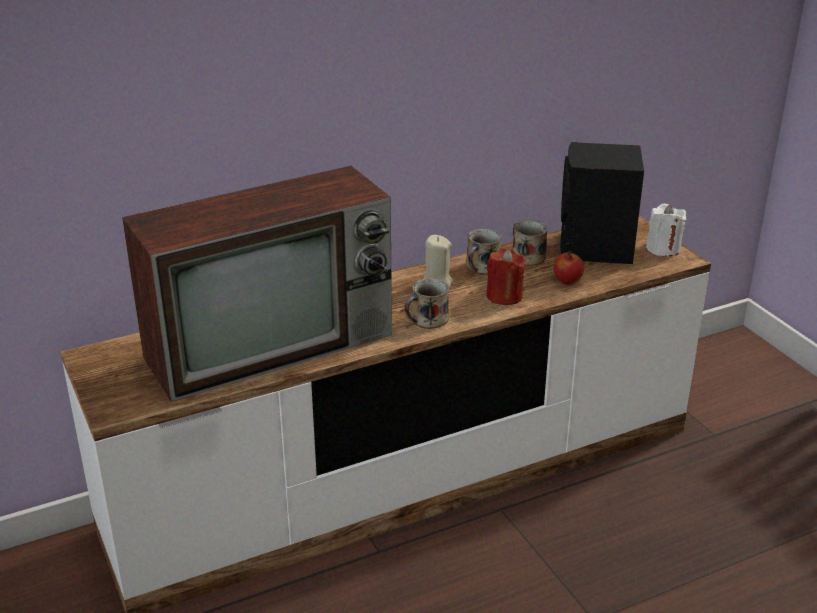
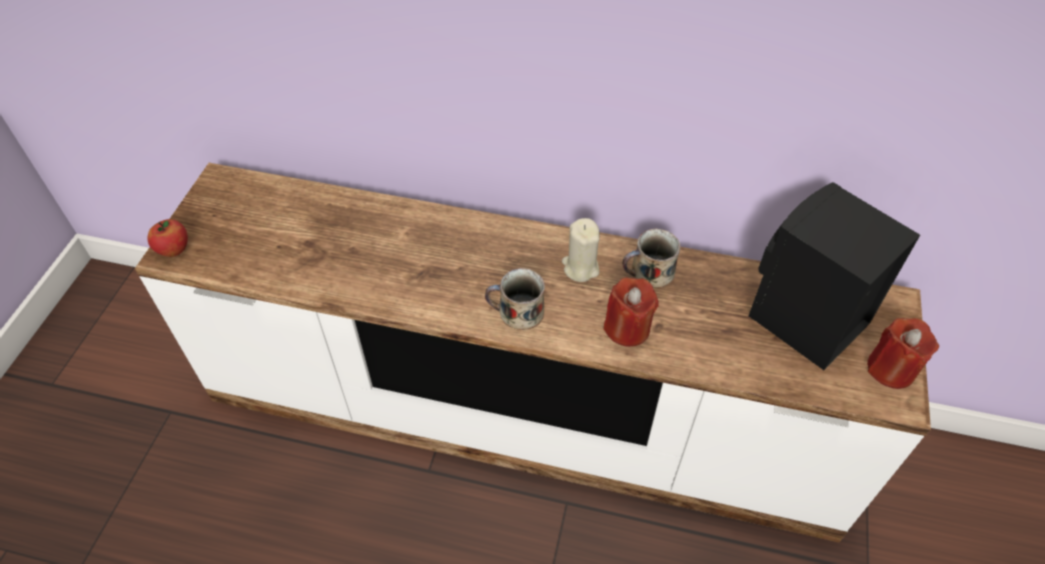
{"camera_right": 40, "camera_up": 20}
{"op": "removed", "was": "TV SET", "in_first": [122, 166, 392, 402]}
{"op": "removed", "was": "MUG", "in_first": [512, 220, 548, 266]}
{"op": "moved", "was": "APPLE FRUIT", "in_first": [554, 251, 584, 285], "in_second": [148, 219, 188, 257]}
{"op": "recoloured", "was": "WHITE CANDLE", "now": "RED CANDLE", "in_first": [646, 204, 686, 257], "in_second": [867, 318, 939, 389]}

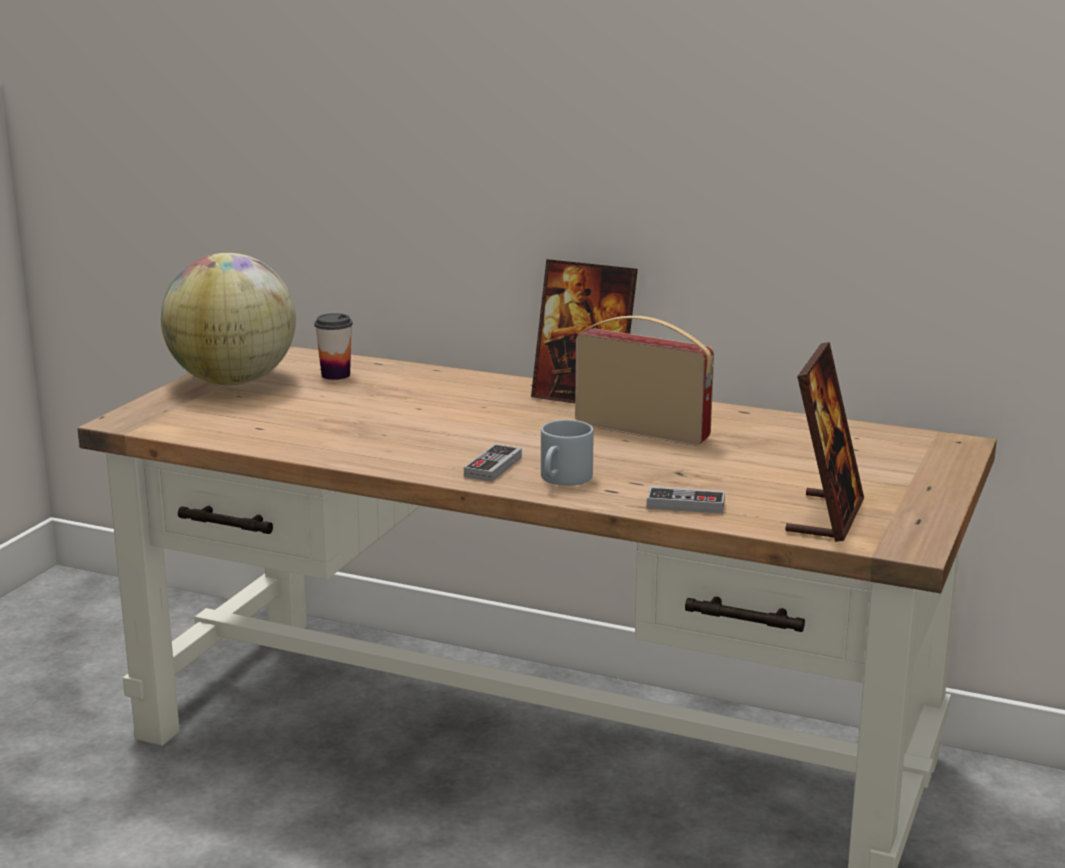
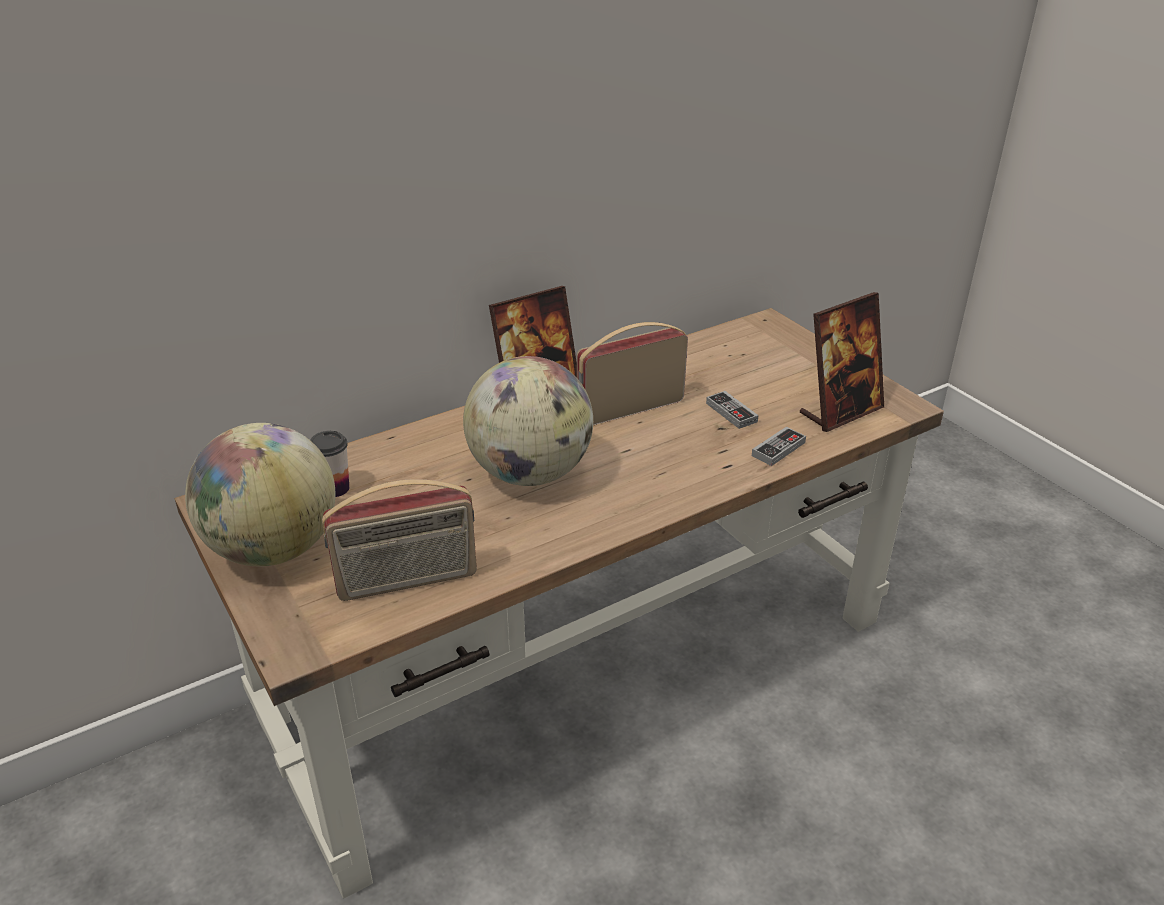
{"camera_right": -55, "camera_up": 15}
{"op": "moved", "was": "GAMEPAD", "in_first": [464, 444, 522, 482], "in_second": [706, 391, 759, 429]}
{"op": "removed", "was": "GREY MUG", "in_first": [541, 420, 594, 486]}
{"op": "turned", "was": "PHOTO FRAME", "in_first": [786, 342, 864, 542], "in_second": [800, 292, 884, 432], "clockwise": 90}
{"op": "added", "now": "RADIO RECEIVER", "in_second": [322, 479, 477, 601]}
{"op": "added", "now": "WORLD GLOBE", "in_second": [463, 356, 593, 486]}

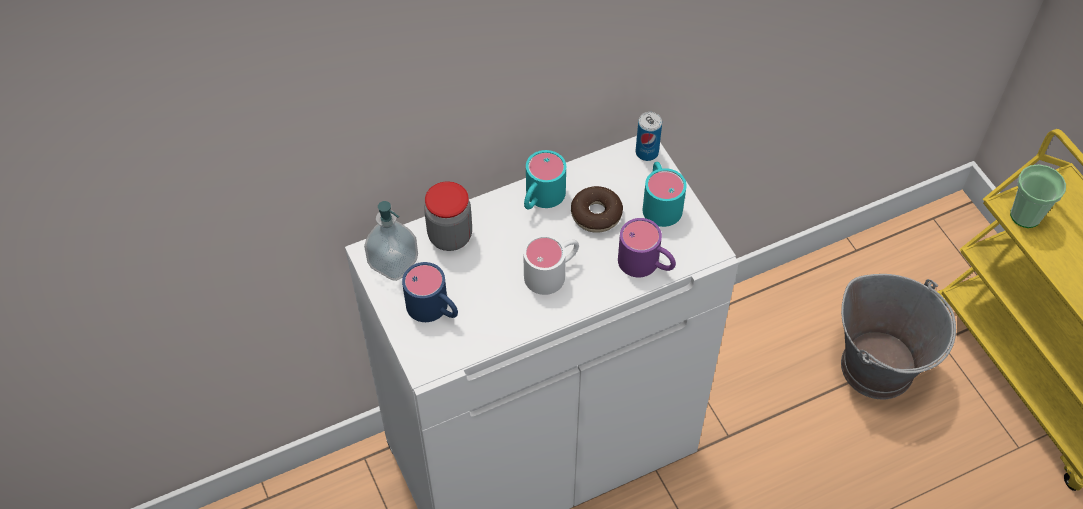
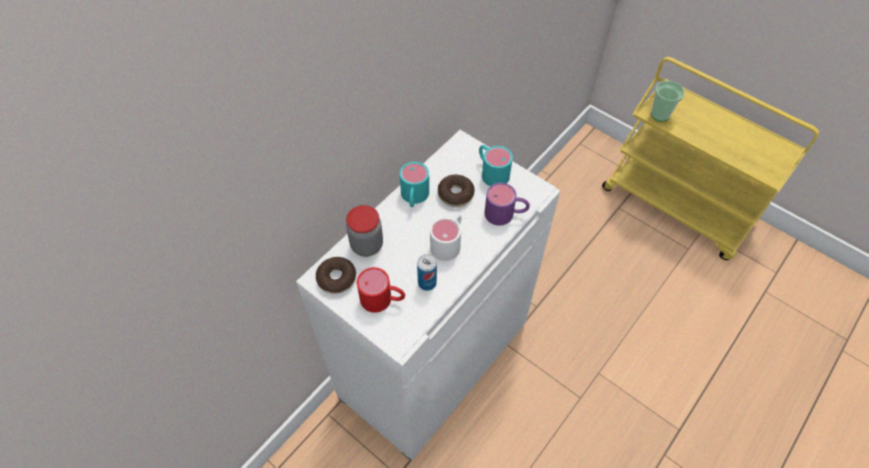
{"camera_right": -25, "camera_up": 0}
{"op": "replaced", "was": "SOAP DISPENSER", "now": "RING DOUGHNUT", "in_first": [364, 201, 418, 281], "in_second": [316, 257, 356, 294]}
{"op": "recoloured", "was": "BLUISH MUG", "now": "RED MUG", "in_first": [402, 262, 458, 322], "in_second": [357, 267, 405, 313]}
{"op": "moved", "was": "METAL CAN", "in_first": [636, 112, 662, 161], "in_second": [417, 254, 437, 291]}
{"op": "removed", "was": "GREY WATER BUCKET", "in_first": [841, 274, 956, 400]}

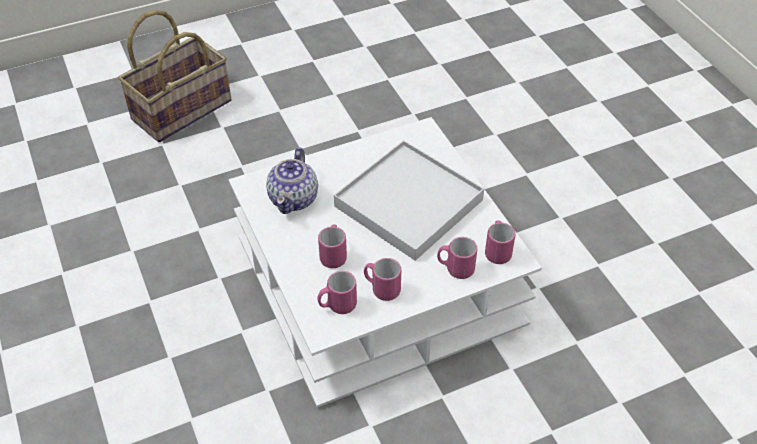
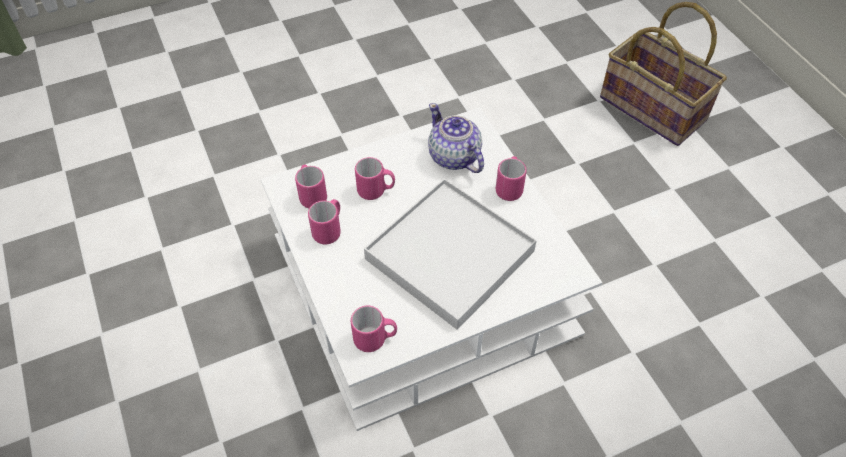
{"camera_right": 90, "camera_up": 5}
{"op": "turned", "was": "TEA POT", "in_first": [266, 147, 318, 214], "in_second": [428, 103, 484, 173], "clockwise": 45}
{"op": "moved", "was": "PINKISH MUG", "in_first": [437, 237, 477, 279], "in_second": [496, 156, 527, 201]}

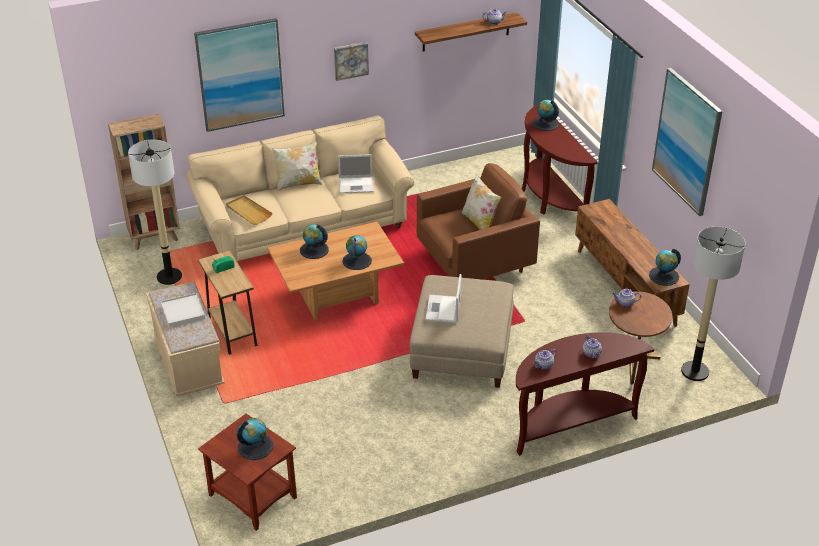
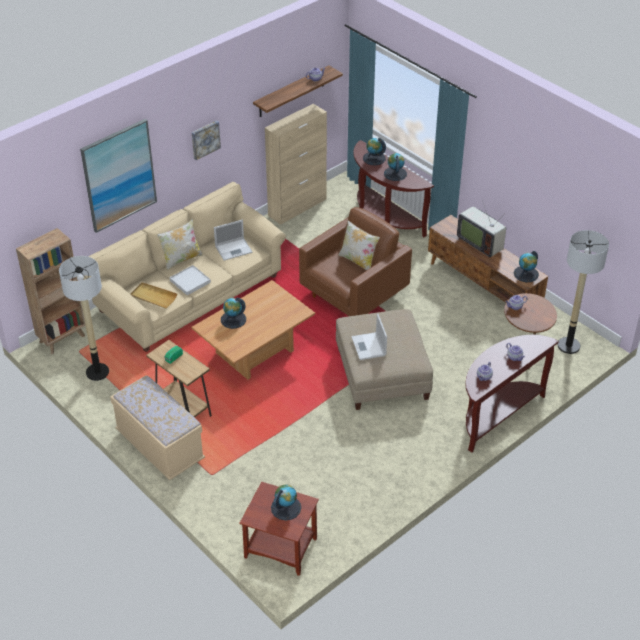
{"camera_right": -20, "camera_up": 5}
{"op": "moved", "was": "WHITE TRAY", "in_first": [161, 293, 205, 328], "in_second": [169, 265, 211, 295]}
{"op": "moved", "was": "WORLD GLOBE", "in_first": [342, 235, 372, 270], "in_second": [384, 153, 407, 181]}
{"op": "removed", "was": "WALL PICTURE", "in_first": [652, 68, 722, 216]}
{"op": "added", "now": "BEIGE CUPBOARD", "in_second": [265, 104, 327, 225]}
{"op": "added", "now": "TV SET", "in_second": [457, 203, 506, 258]}

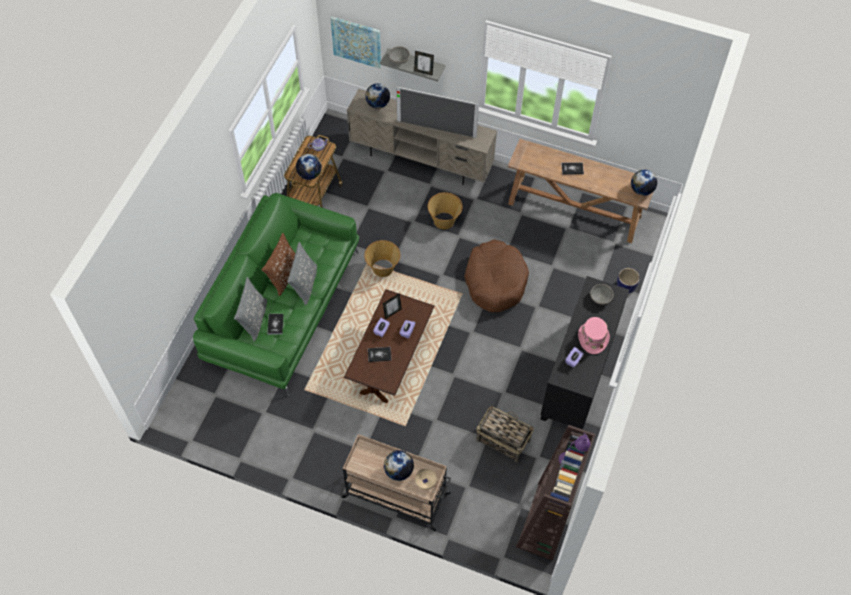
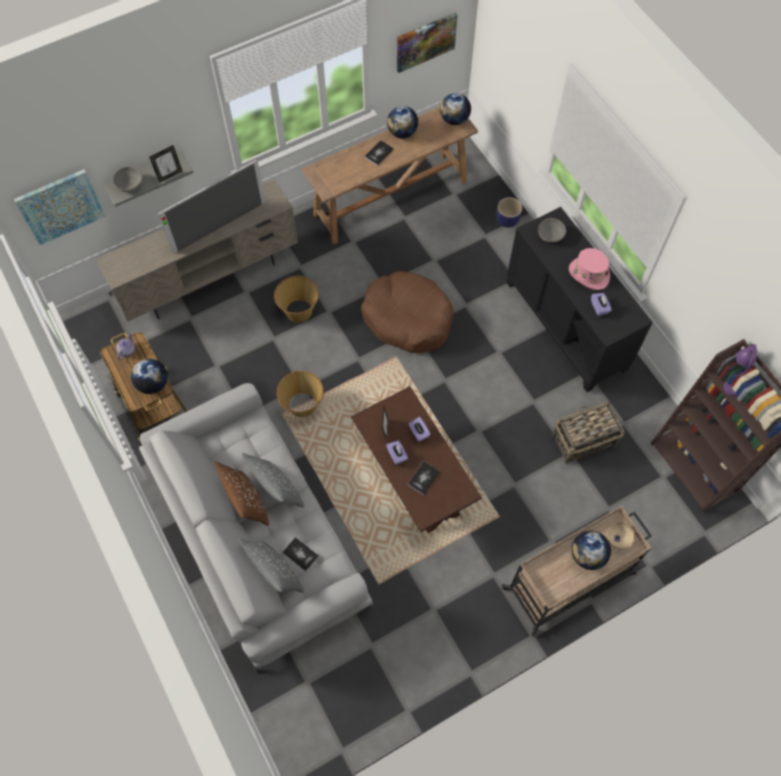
{"camera_right": -50, "camera_up": 5}
{"op": "recoloured", "was": "GREENISH SETTEE", "now": "GREY SETTEE", "in_first": [193, 193, 359, 397], "in_second": [139, 383, 373, 672]}
{"op": "moved", "was": "WORLD GLOBE", "in_first": [365, 83, 390, 109], "in_second": [387, 106, 418, 139]}
{"op": "added", "now": "WALL PICTURE", "in_second": [397, 13, 457, 73]}

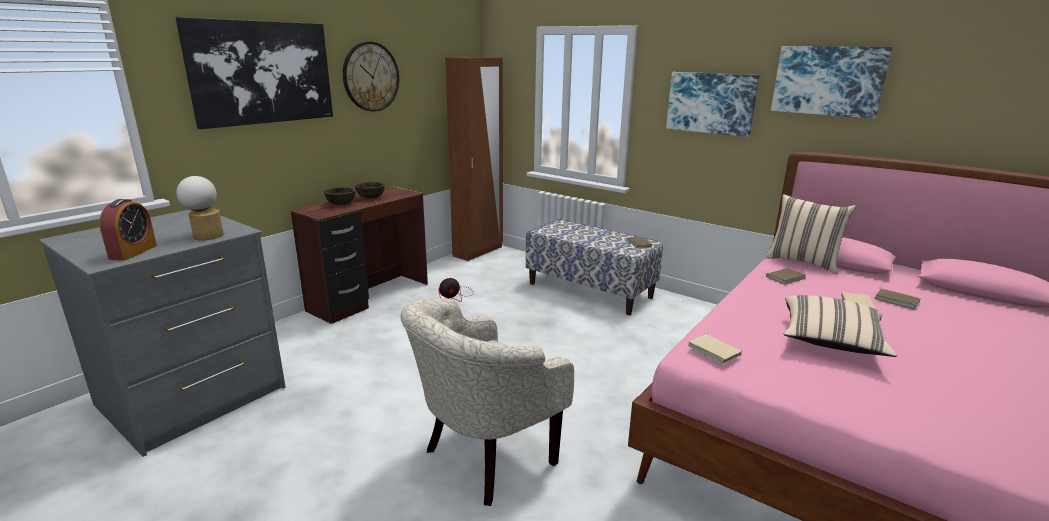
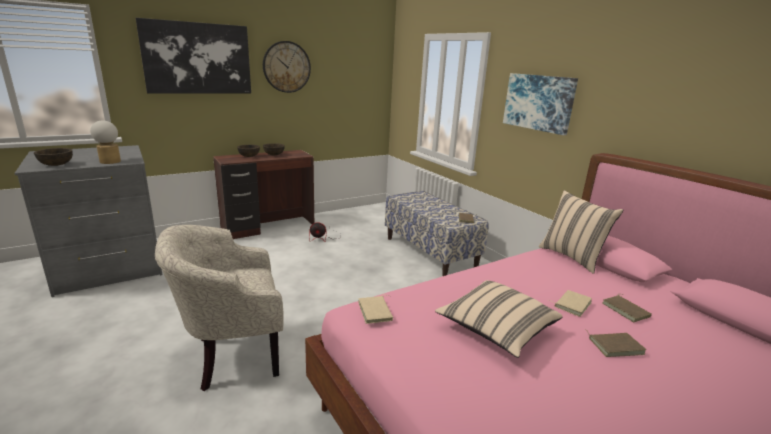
{"camera_right": 20, "camera_up": 0}
{"op": "replaced", "was": "TABLE CLOCK", "now": "BROWN-COLOURED BOWL", "in_first": [99, 199, 157, 260], "in_second": [34, 148, 73, 166]}
{"op": "removed", "was": "BROWN-COLOURED WARDROBE", "in_first": [445, 57, 503, 261]}
{"op": "moved", "was": "BROWN-COLOURED BOOK", "in_first": [760, 268, 806, 284], "in_second": [586, 330, 646, 357]}
{"op": "removed", "was": "WALL PICTURE", "in_first": [771, 46, 893, 118]}

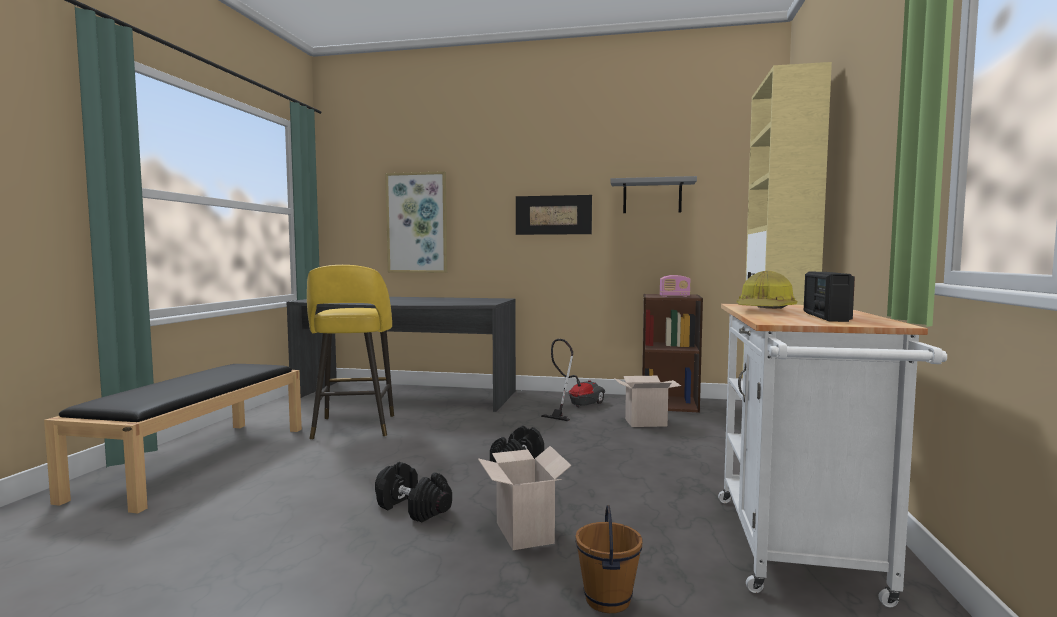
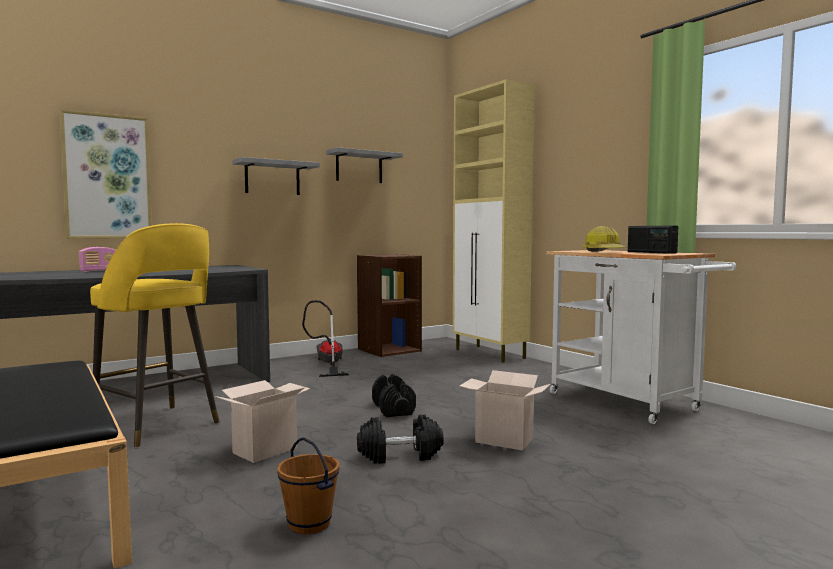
{"camera_right": -45, "camera_up": 0}
{"op": "replaced", "was": "WALL PICTURE", "now": "GREY WALL SHELF", "in_first": [516, 195, 592, 235], "in_second": [232, 157, 320, 195]}
{"op": "moved", "was": "BROWN-COLOURED WATER BUCKET", "in_first": [575, 505, 642, 613], "in_second": [277, 437, 340, 535]}
{"op": "moved", "was": "CARTON", "in_first": [614, 376, 681, 427], "in_second": [215, 380, 310, 463]}
{"op": "moved", "was": "RADIO RECEIVER", "in_first": [660, 275, 690, 297], "in_second": [79, 247, 116, 272]}

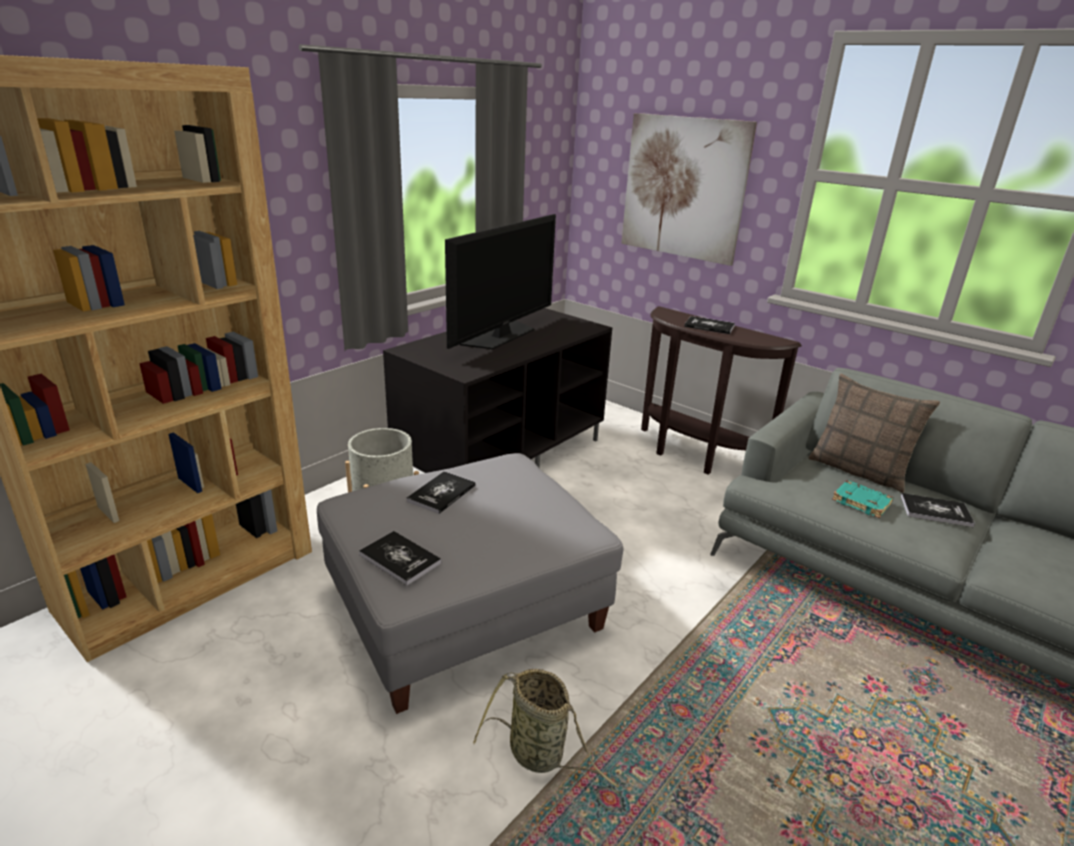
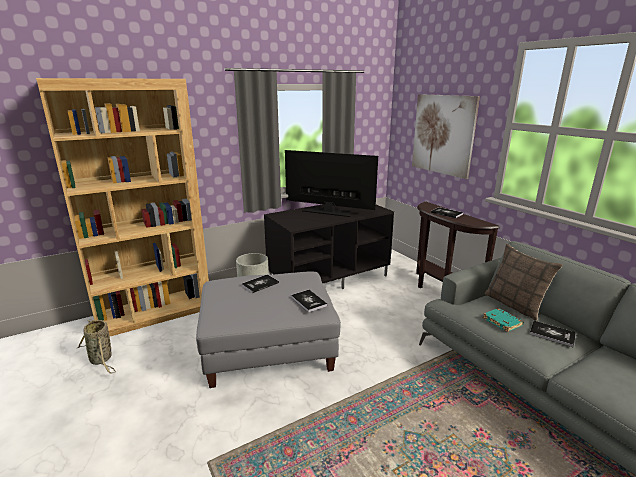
{"camera_right": 20, "camera_up": -5}
{"op": "moved", "was": "BOOK", "in_first": [359, 531, 442, 586], "in_second": [291, 290, 327, 312]}
{"op": "turned", "was": "TV SET", "in_first": [445, 214, 556, 349], "in_second": [285, 150, 378, 217], "clockwise": -120}
{"op": "moved", "was": "STORAGE BASKET", "in_first": [473, 669, 619, 788], "in_second": [78, 319, 115, 373]}

